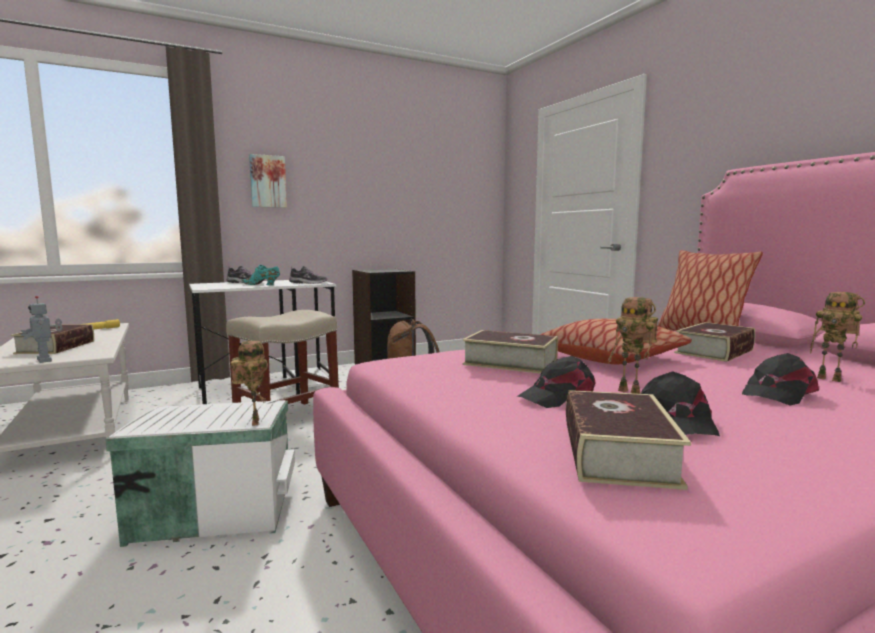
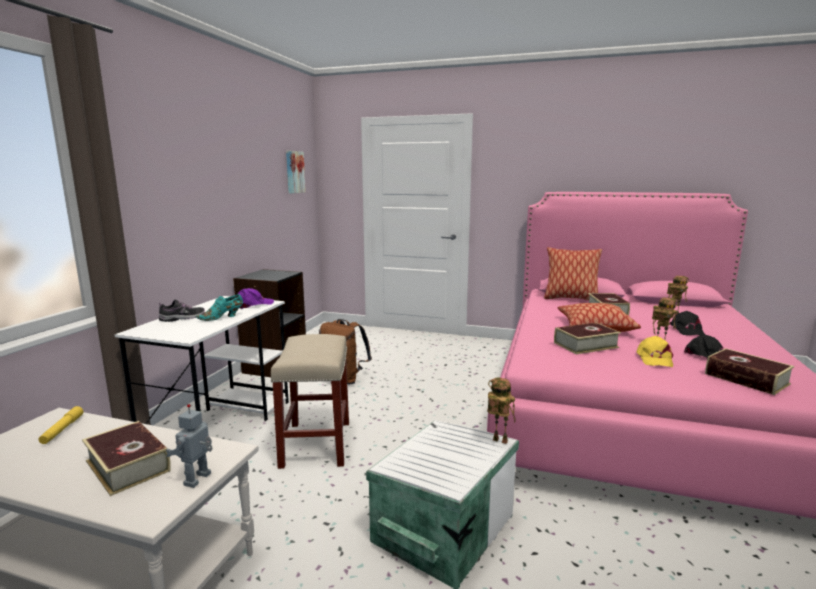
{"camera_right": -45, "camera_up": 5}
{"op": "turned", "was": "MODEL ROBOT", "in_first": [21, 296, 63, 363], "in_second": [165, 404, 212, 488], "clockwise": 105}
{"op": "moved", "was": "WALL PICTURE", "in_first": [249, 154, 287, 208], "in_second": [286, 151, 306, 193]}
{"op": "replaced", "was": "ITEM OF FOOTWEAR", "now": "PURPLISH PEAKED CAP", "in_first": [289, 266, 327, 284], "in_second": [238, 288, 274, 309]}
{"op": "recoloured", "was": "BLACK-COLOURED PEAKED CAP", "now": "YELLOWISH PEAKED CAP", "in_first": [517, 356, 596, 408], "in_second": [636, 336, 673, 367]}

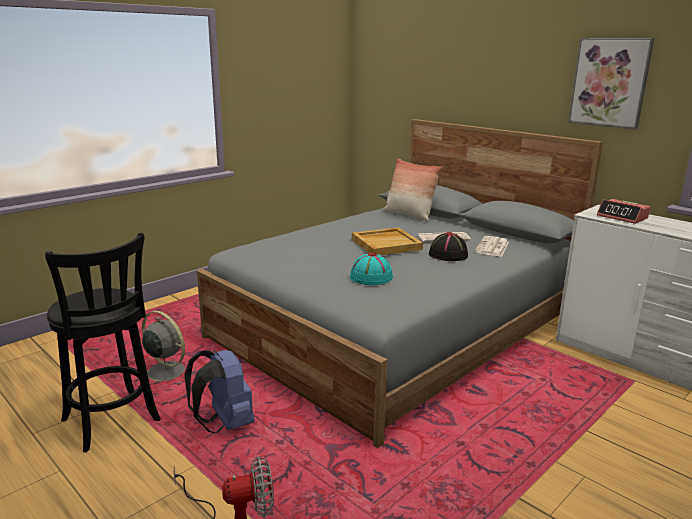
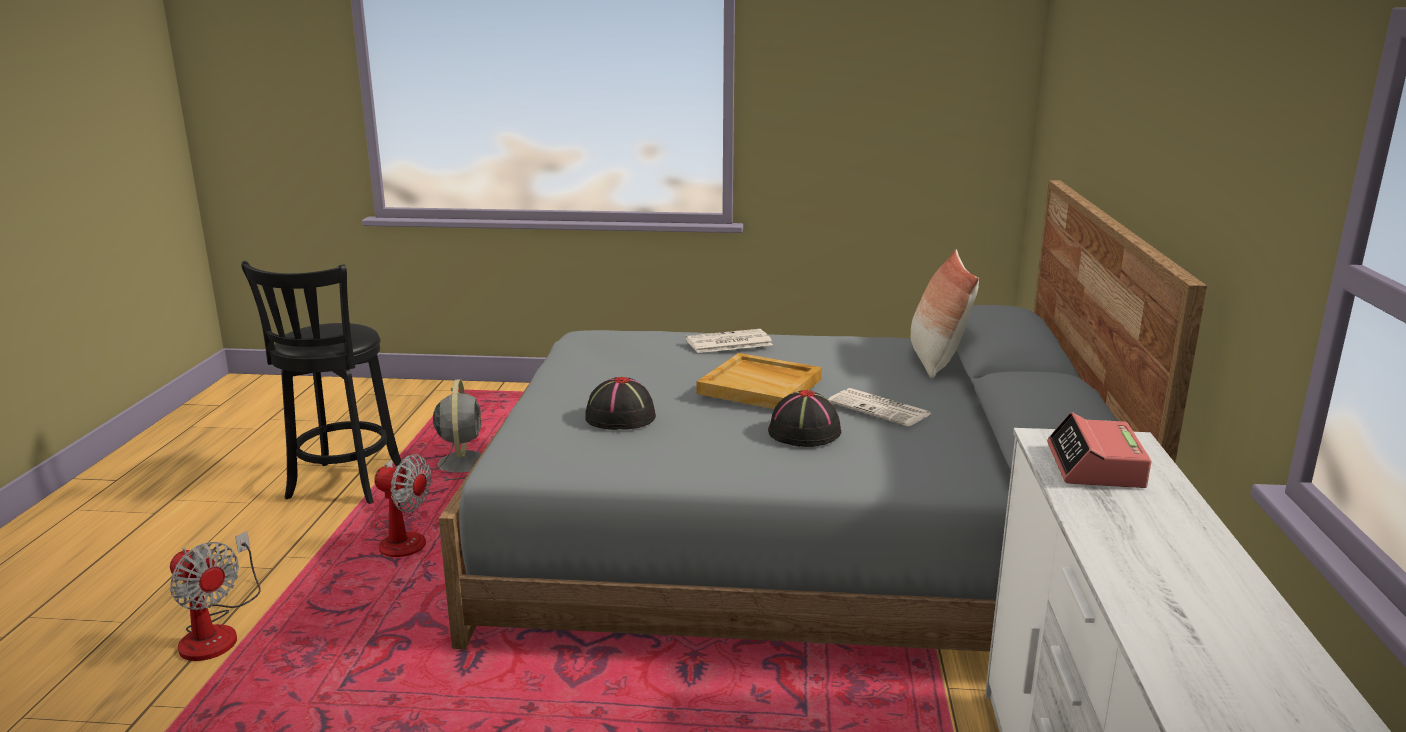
{"camera_right": 50, "camera_up": 0}
{"op": "replaced", "was": "BLUISH RUCKSACK", "now": "ELECTRIC FAN", "in_first": [184, 350, 255, 433], "in_second": [373, 454, 431, 557]}
{"op": "recoloured", "was": "TURQUOISE-COLOURED WEARABLE HAT", "now": "BLACK-COLOURED WEARABLE HAT", "in_first": [350, 252, 393, 285], "in_second": [585, 377, 656, 430]}
{"op": "moved", "was": "PRINTED PAPER", "in_first": [475, 236, 509, 257], "in_second": [685, 329, 773, 353]}
{"op": "removed", "was": "WALL PICTURE", "in_first": [568, 38, 654, 130]}

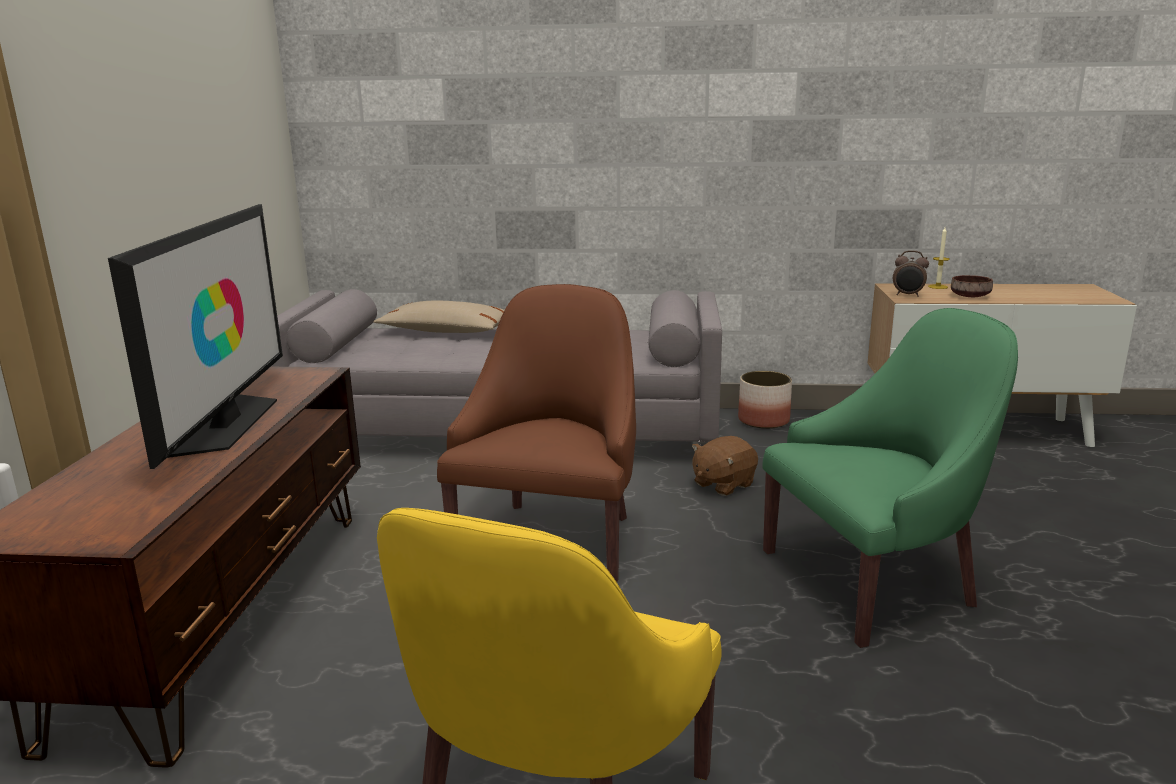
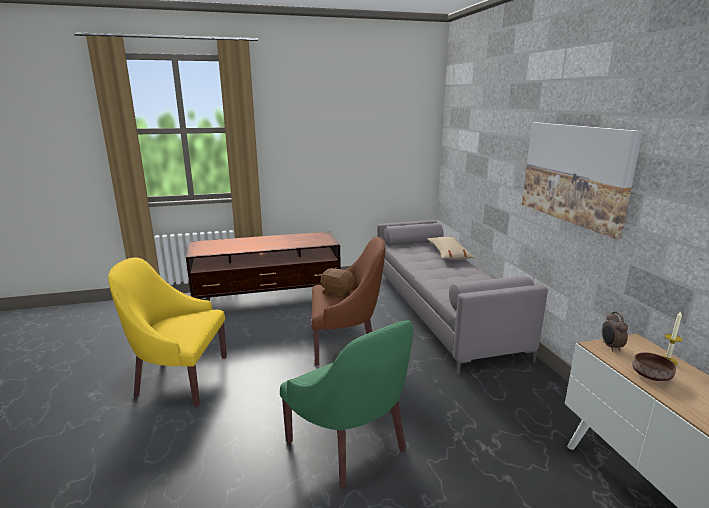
{"camera_right": 70, "camera_up": 0}
{"op": "removed", "was": "TV SET", "in_first": [108, 204, 283, 469]}
{"op": "moved", "was": "BROWN-COLOURED CUDDLY TOY", "in_first": [692, 436, 758, 496], "in_second": [320, 267, 355, 298]}
{"op": "removed", "was": "FLOWER POT", "in_first": [738, 371, 792, 429]}
{"op": "added", "now": "WALL PICTURE", "in_second": [522, 122, 643, 239]}

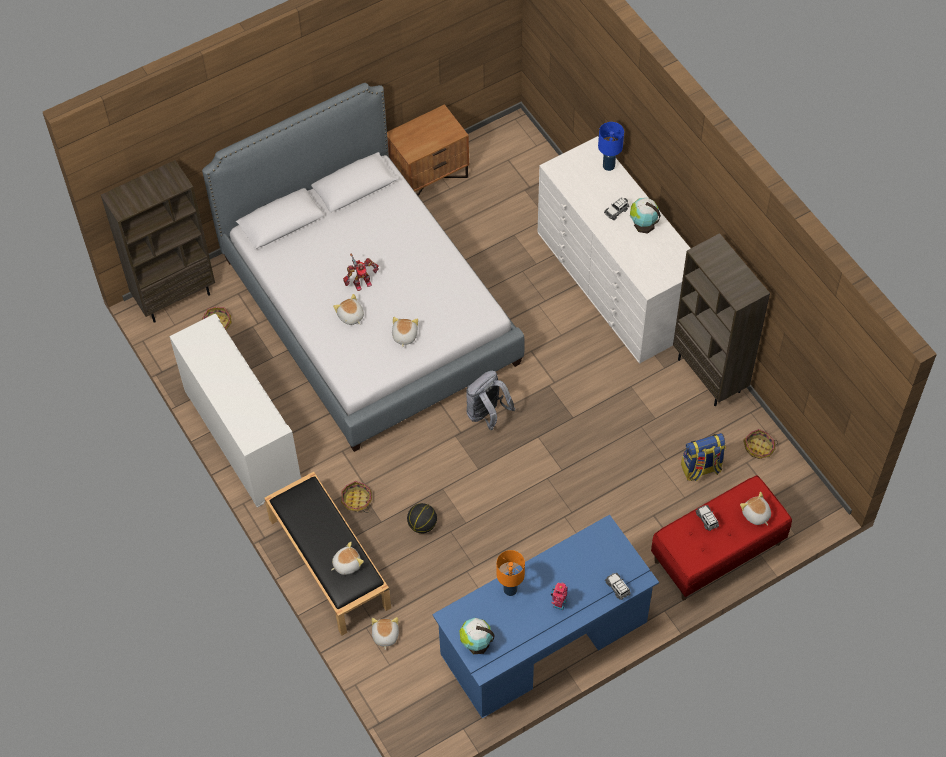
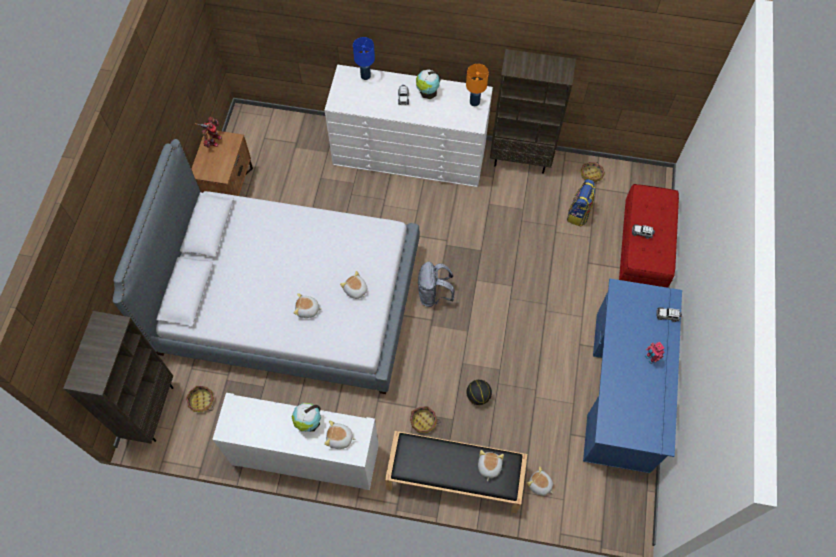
{"camera_right": -50, "camera_up": 5}
{"op": "moved", "was": "MODEL ROBOT", "in_first": [343, 254, 379, 291], "in_second": [195, 117, 222, 148]}
{"op": "moved", "was": "WORLD GLOBE", "in_first": [459, 618, 495, 654], "in_second": [291, 403, 321, 432]}
{"op": "moved", "was": "ORANGE-COLOURED TABLETOP LAMP", "in_first": [497, 550, 525, 596], "in_second": [466, 64, 489, 106]}
{"op": "moved", "was": "CUDDLY TOY", "in_first": [740, 492, 771, 525], "in_second": [324, 421, 356, 449]}

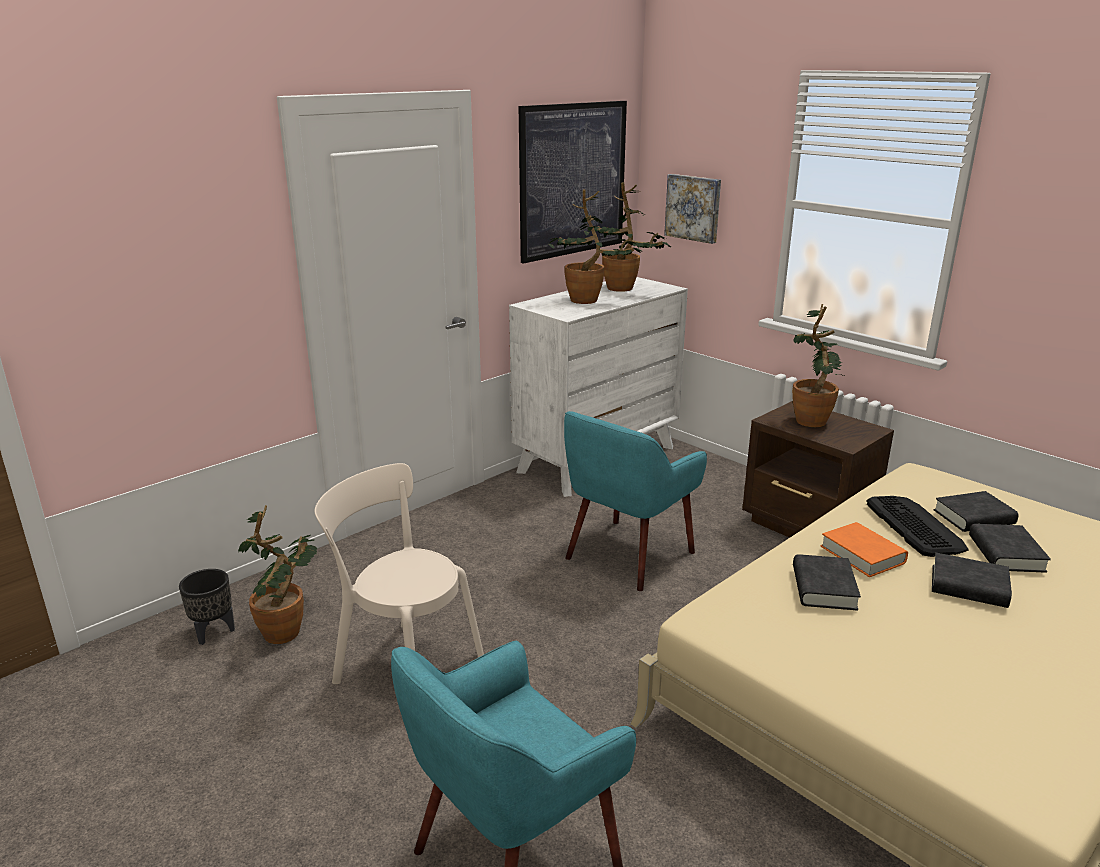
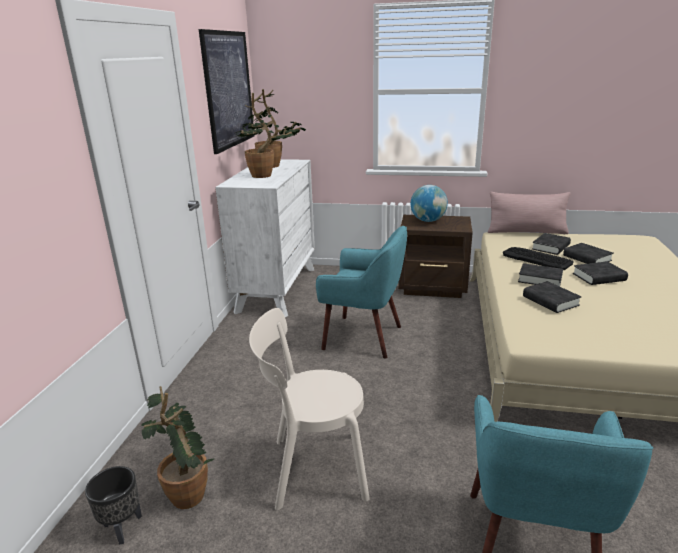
{"camera_right": -35, "camera_up": 0}
{"op": "turned", "was": "TURQUOISE-COLOURED EASY CHAIR", "in_first": [564, 411, 707, 591], "in_second": [316, 226, 407, 359], "clockwise": -75}
{"op": "removed", "was": "WALL PICTURE", "in_first": [664, 174, 721, 244]}
{"op": "replaced", "was": "HOUSEPLANT", "now": "WORLD GLOBE", "in_first": [792, 304, 844, 427], "in_second": [411, 185, 448, 222]}
{"op": "recoloured", "was": "ORANGE-COLOURED BOOK", "now": "BLACK-COLOURED BOOK", "in_first": [821, 522, 908, 577], "in_second": [518, 263, 563, 286]}
{"op": "added", "now": "PINKISH CUSHION", "in_second": [488, 192, 571, 234]}

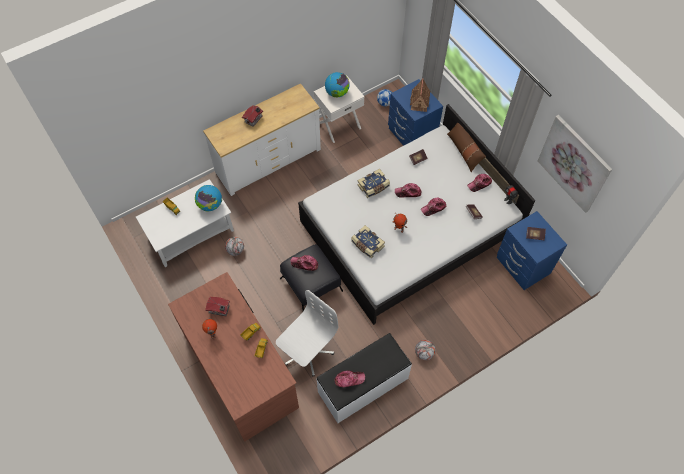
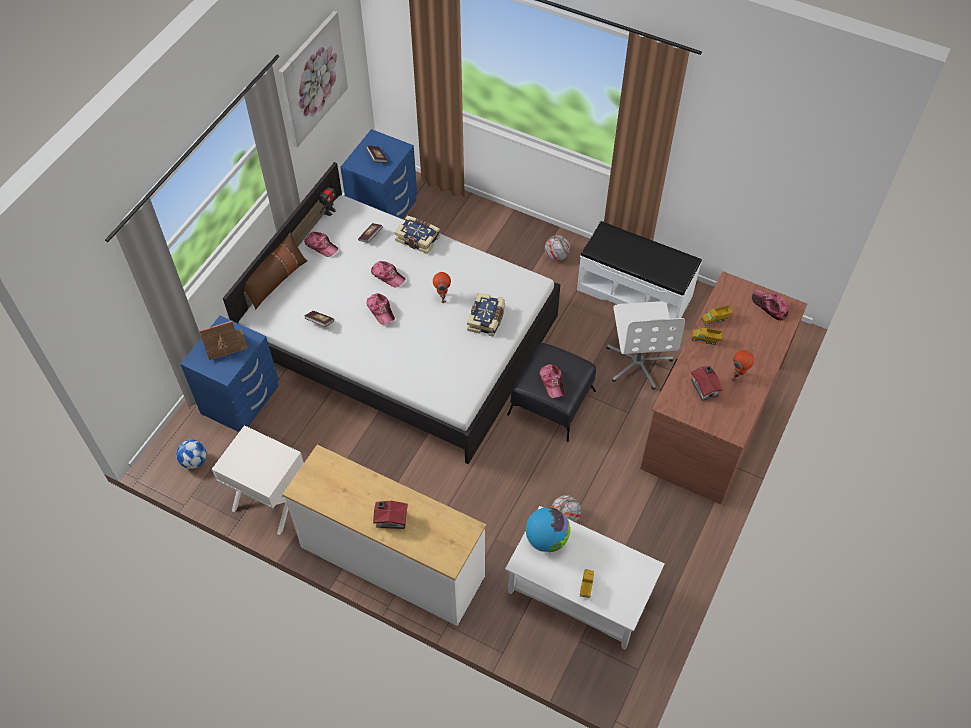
{"camera_right": -120, "camera_up": -5}
{"op": "turned", "was": "WHITE COMPUTER CHAIR", "in_first": [276, 290, 338, 376], "in_second": [606, 301, 685, 390], "clockwise": -105}
{"op": "removed", "was": "WORLD GLOBE", "in_first": [325, 72, 349, 97]}
{"op": "moved", "was": "PEAKED CAP", "in_first": [334, 371, 365, 388], "in_second": [752, 289, 789, 321]}
{"op": "moved", "was": "BOOK", "in_first": [357, 169, 390, 198], "in_second": [394, 216, 440, 254]}

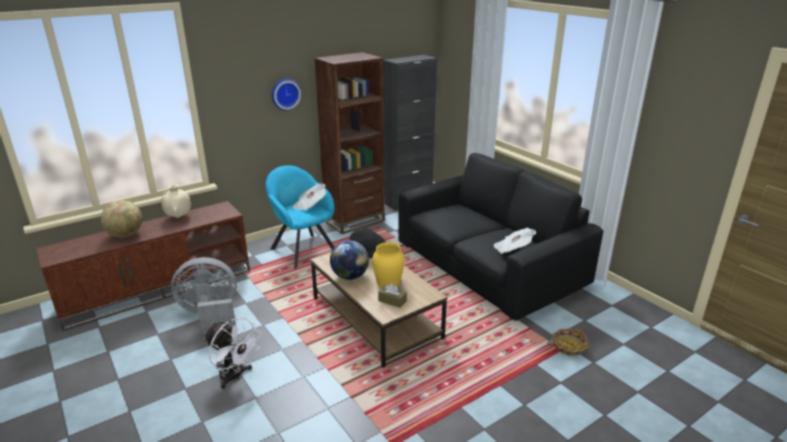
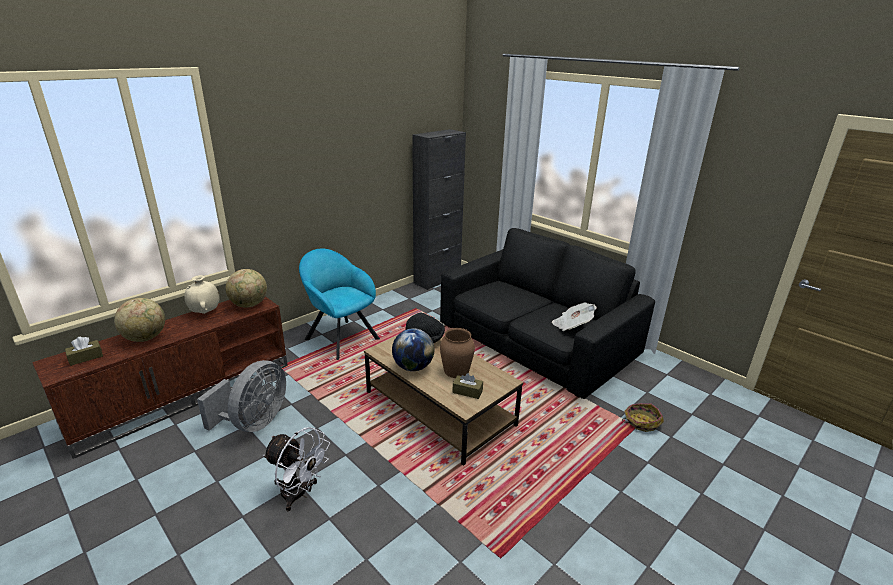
{"camera_right": -10, "camera_up": 0}
{"op": "turned", "was": "GREY ELECTRIC FAN", "in_first": [171, 257, 237, 334], "in_second": [197, 360, 286, 432], "clockwise": 135}
{"op": "removed", "was": "HANGING CLOCK", "in_first": [272, 79, 301, 111]}
{"op": "removed", "was": "PRINTED PAPER", "in_first": [293, 183, 326, 211]}
{"op": "removed", "was": "BROWN-COLOURED BOOKCASE", "in_first": [314, 52, 385, 234]}
{"op": "recoloured", "was": "YELLOWISH DECORATIVE VASE", "now": "BROWN-COLOURED DECORATIVE VASE", "in_first": [372, 242, 405, 288], "in_second": [440, 328, 475, 378]}
{"op": "added", "now": "BROWN-COLOURED BOX OF TISSUES", "in_second": [65, 337, 103, 366]}
{"op": "added", "now": "WORLD GLOBE", "in_second": [226, 269, 267, 307]}

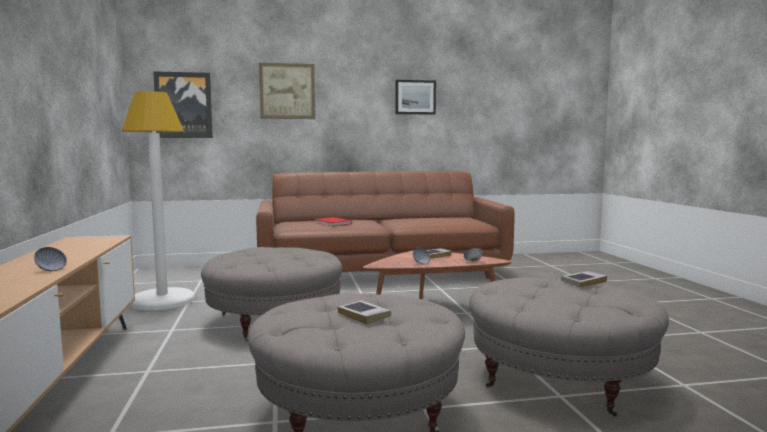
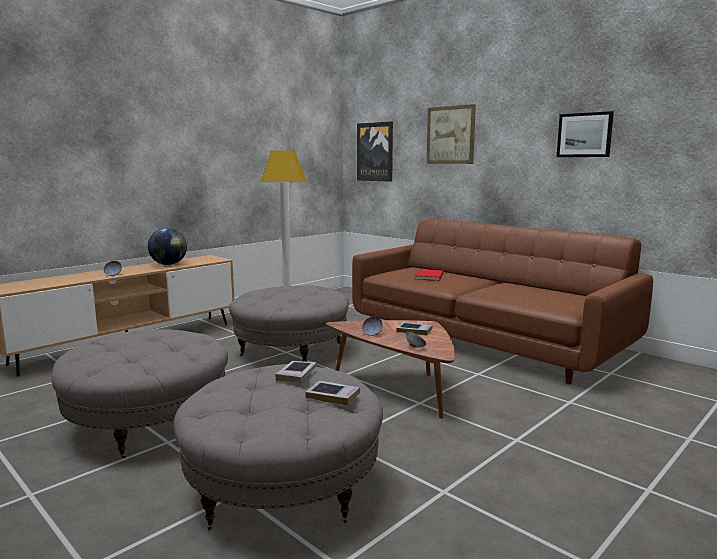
{"camera_right": 55, "camera_up": 5}
{"op": "moved", "was": "BOOK", "in_first": [338, 300, 391, 324], "in_second": [275, 361, 317, 382]}
{"op": "added", "now": "WORLD GLOBE", "in_second": [148, 228, 187, 265]}

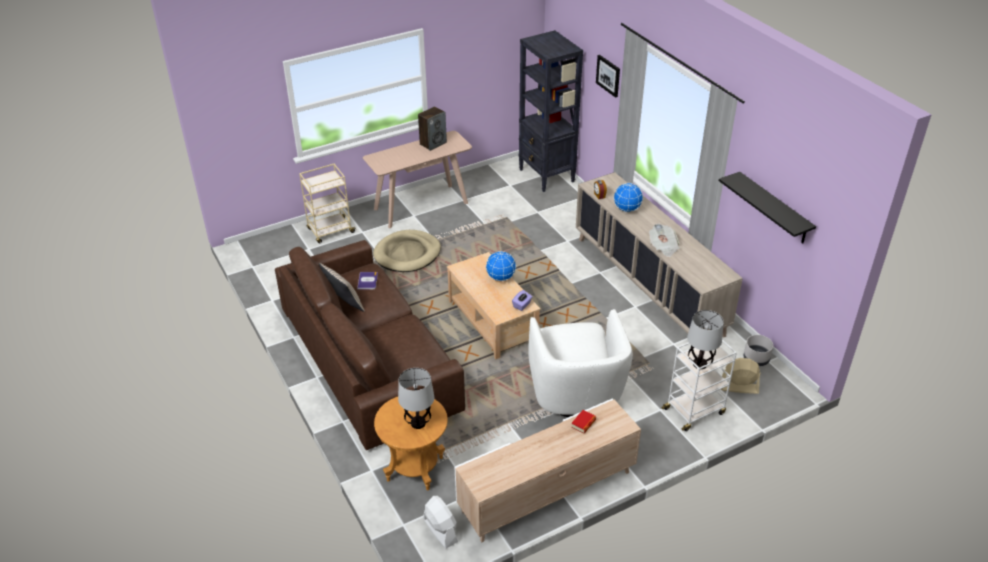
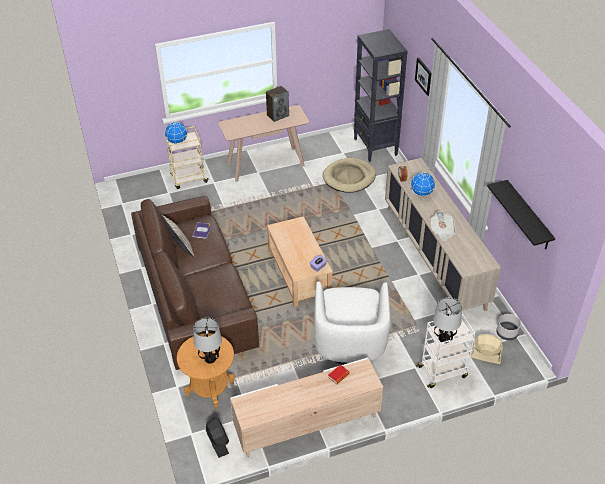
{"camera_right": 10, "camera_up": 5}
{"op": "moved", "was": "BEIGE DOG CUSHION", "in_first": [373, 230, 441, 272], "in_second": [323, 158, 376, 193]}
{"op": "recoloured", "was": "WHITE ELECTRIC FAN", "now": "BLACK-COLOURED ELECTRIC FAN", "in_first": [423, 496, 458, 548], "in_second": [206, 417, 229, 458]}
{"op": "moved", "was": "WORLD GLOBE", "in_first": [486, 251, 516, 281], "in_second": [165, 122, 187, 144]}

